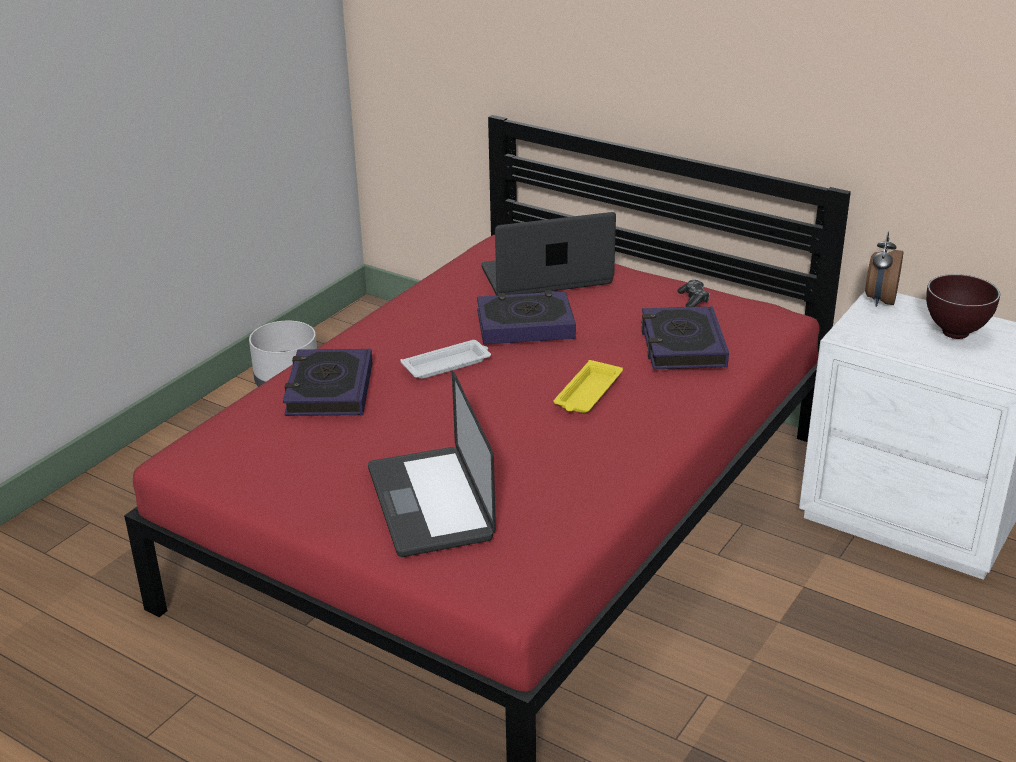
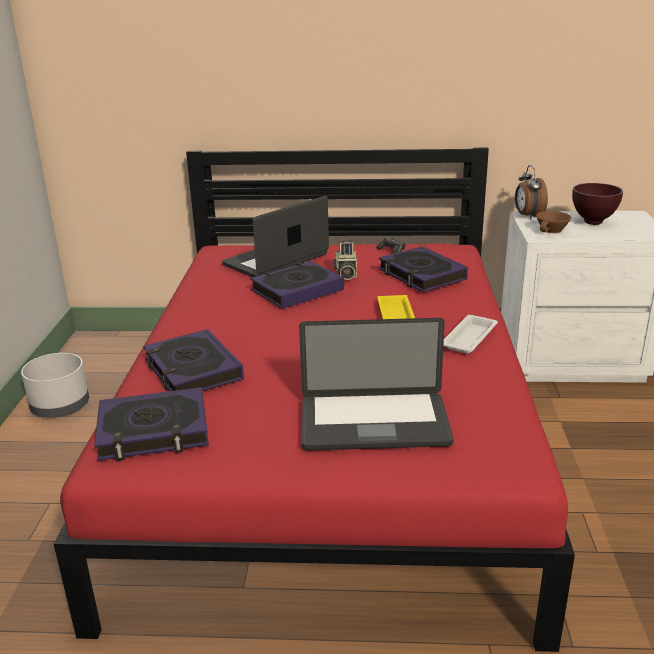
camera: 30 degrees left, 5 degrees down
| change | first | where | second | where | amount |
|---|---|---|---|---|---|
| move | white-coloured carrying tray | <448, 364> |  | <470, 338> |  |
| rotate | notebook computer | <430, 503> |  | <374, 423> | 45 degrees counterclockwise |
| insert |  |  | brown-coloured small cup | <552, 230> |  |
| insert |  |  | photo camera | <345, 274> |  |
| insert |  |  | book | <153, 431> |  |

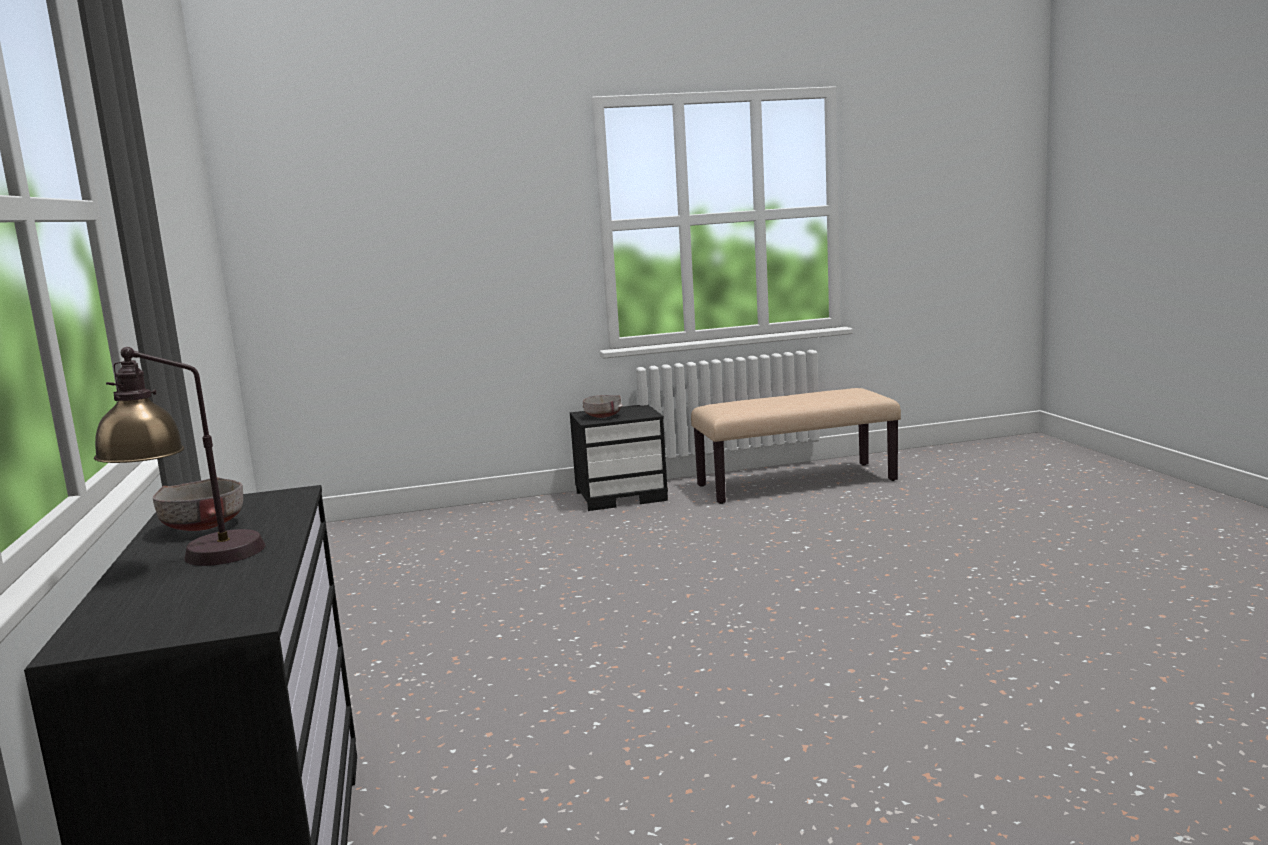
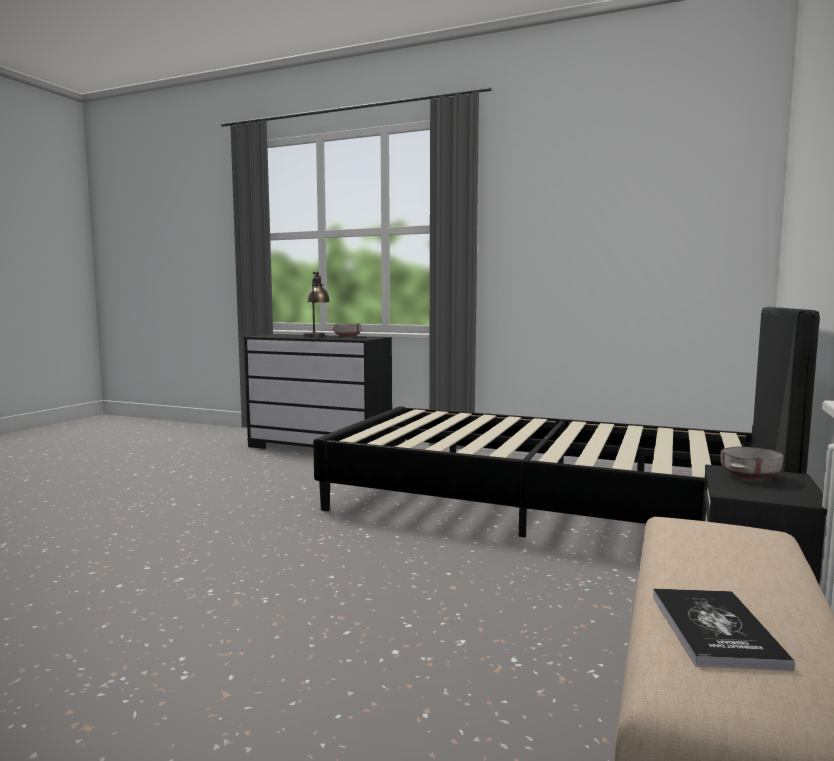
camera: 125 degrees right, 5 degrees down
| change | first | where | second | where | amount |
|---|---|---|---|---|---|
| insert |  |  | black-coloured bedroom bed | <543, 507> |  |
| insert |  |  | book | <715, 630> |  |

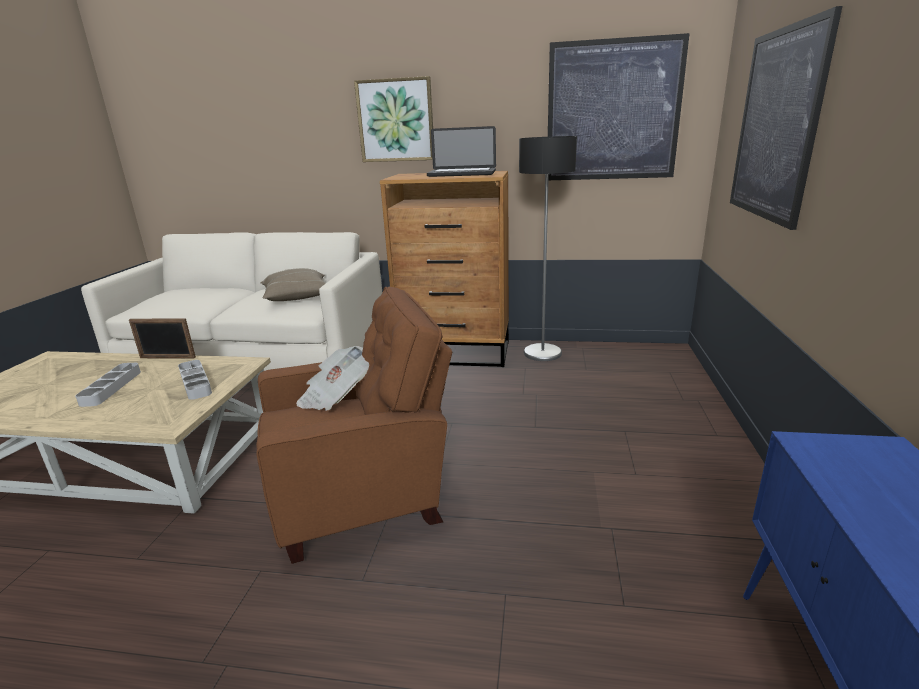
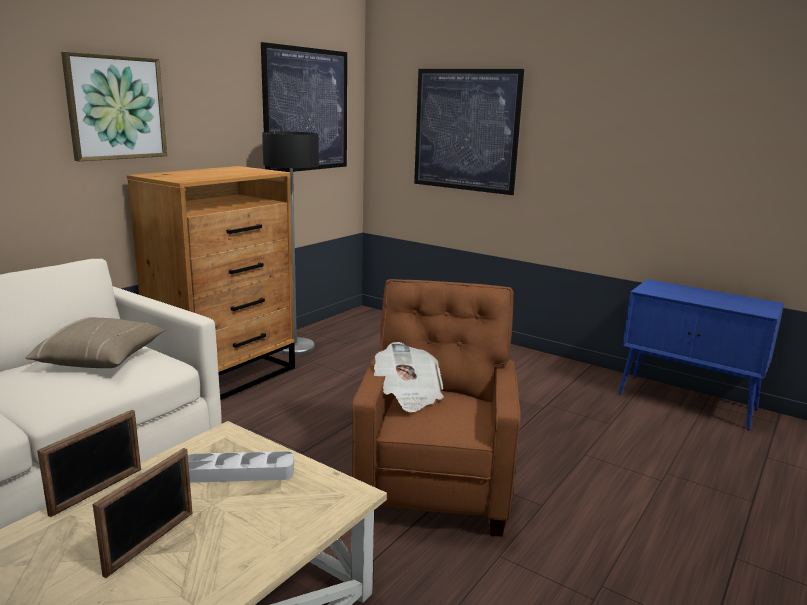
camera: 65 degrees left, 5 degrees down
| change | first | where | second | where | amount |
|---|---|---|---|---|---|
| delete | notebook computer | <462, 174> |  |  |  |
| replace | gray carrying tray | <111, 387> | picture frame | <151, 543> |  |

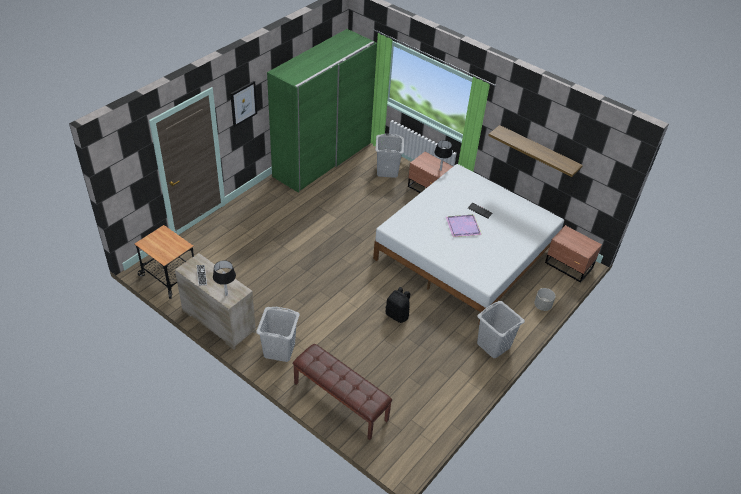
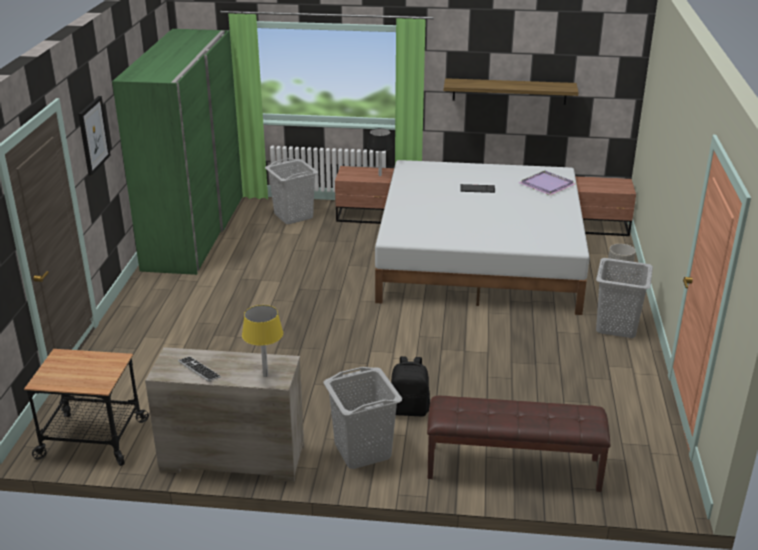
camera: 30 degrees left, 15 degrees down
| change | first | where | second | where | amount |
|---|---|---|---|---|---|
| move | purple-coloured carrying tray | <462, 227> |  | <547, 185> |  |
| recolor | black-coloured lamp for a table | <226, 294> | yellow-coloured lamp for a table | <265, 375> |  |
| move | black-coloured knapsack | <397, 315> |  | <409, 409> |  |

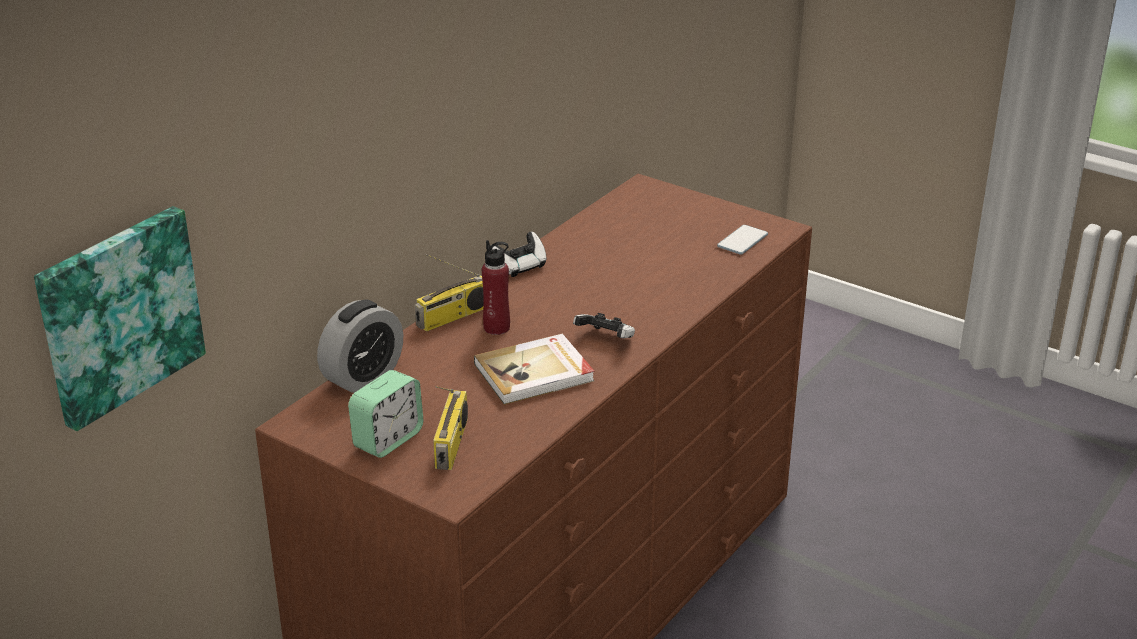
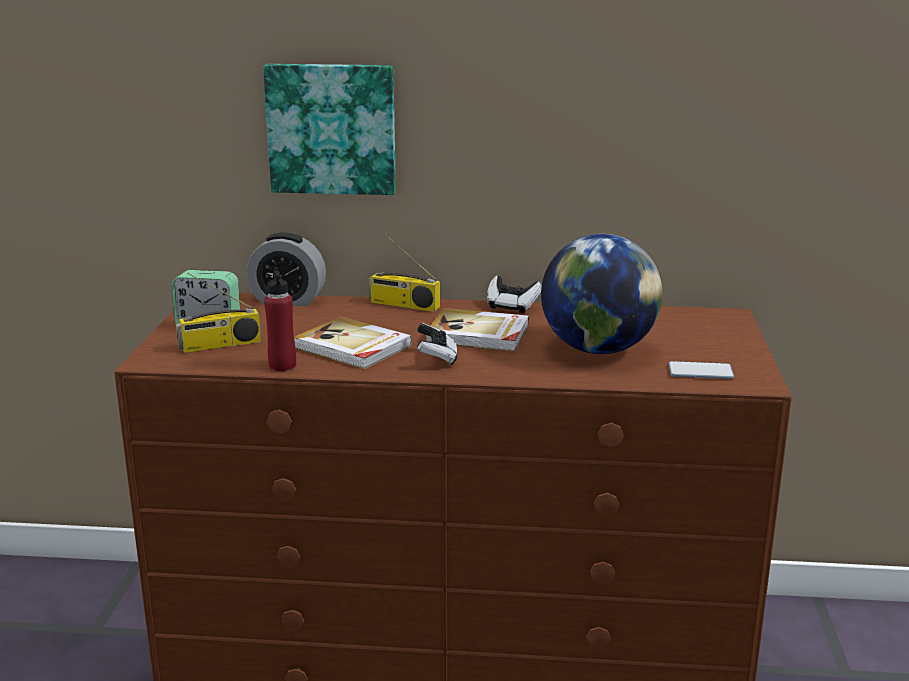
camera: 60 degrees right, 10 degrees down
| change | first | where | second | where | amount |
|---|---|---|---|---|---|
| move | wall art | <118, 314> |  | <332, 128> |  |
| move | red-coloured drink bottle | <497, 327> |  | <282, 366> |  |
| insert |  |  | world globe | <598, 349> |  |
| insert |  |  | book | <478, 334> |  |

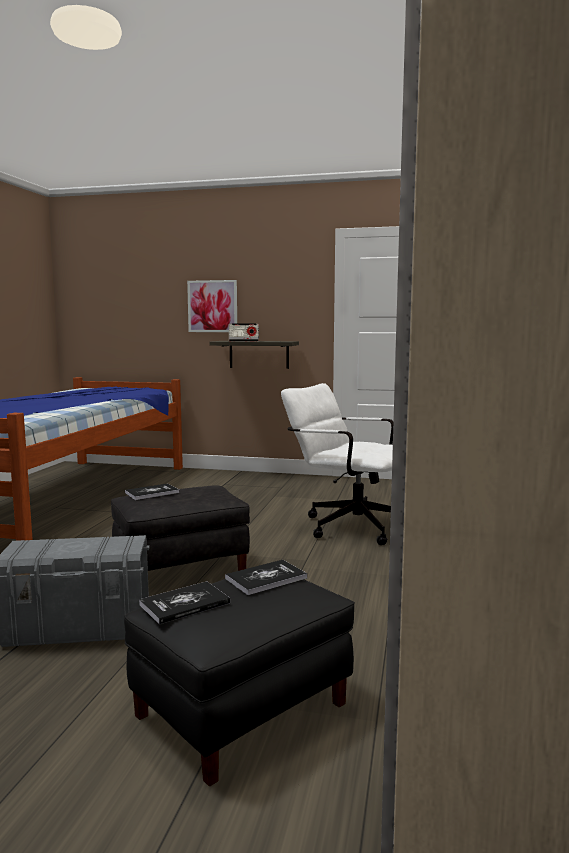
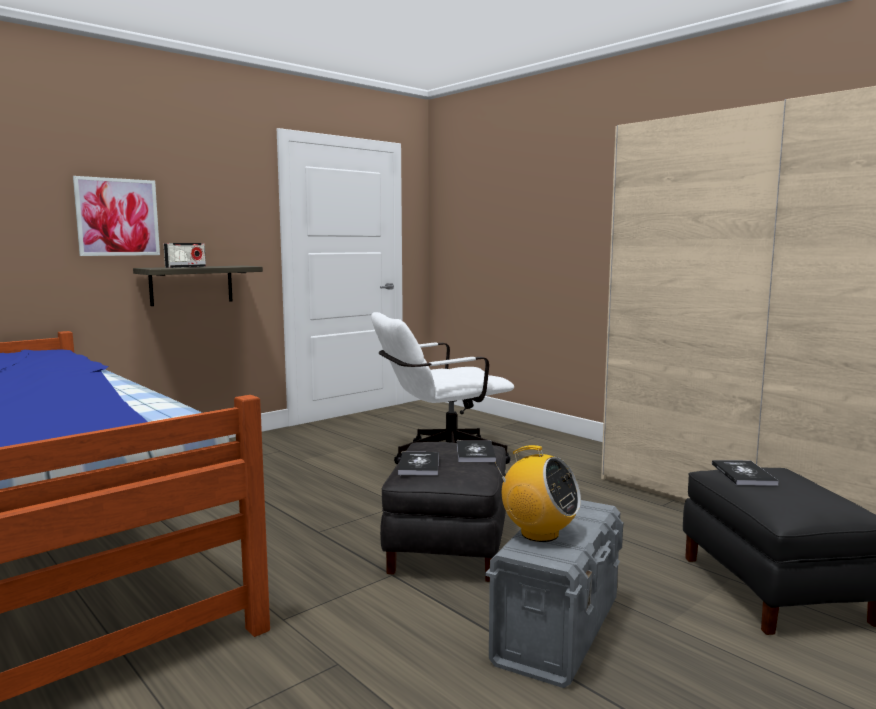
camera: 55 degrees left, 0 degrees up
| change | first | where | second | where | amount |
|---|---|---|---|---|---|
| move | book | <184, 604> |  | <475, 453> |  |
| insert |  |  | radio | <539, 533> |  |

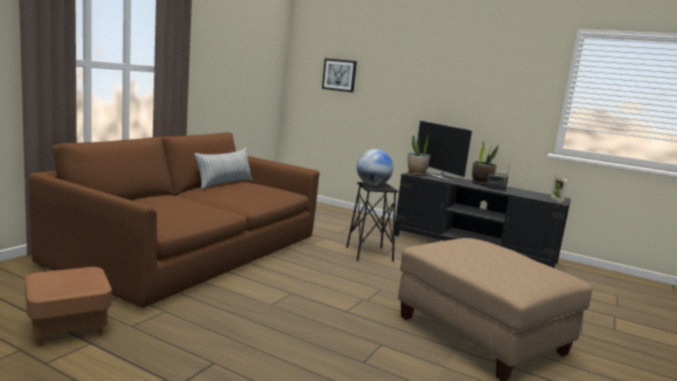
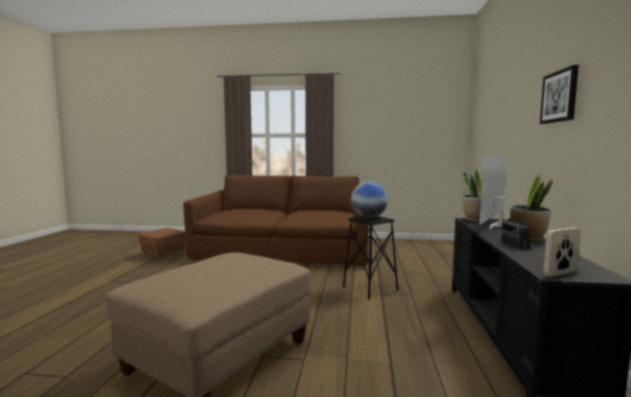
camera: 70 degrees right, 5 degrees down
| change | first | where | second | where | amount |
|---|---|---|---|---|---|
| move | wall art | <339, 75> |  | <560, 96> |  |
| delete | cushion | <224, 183> |  |  |  |

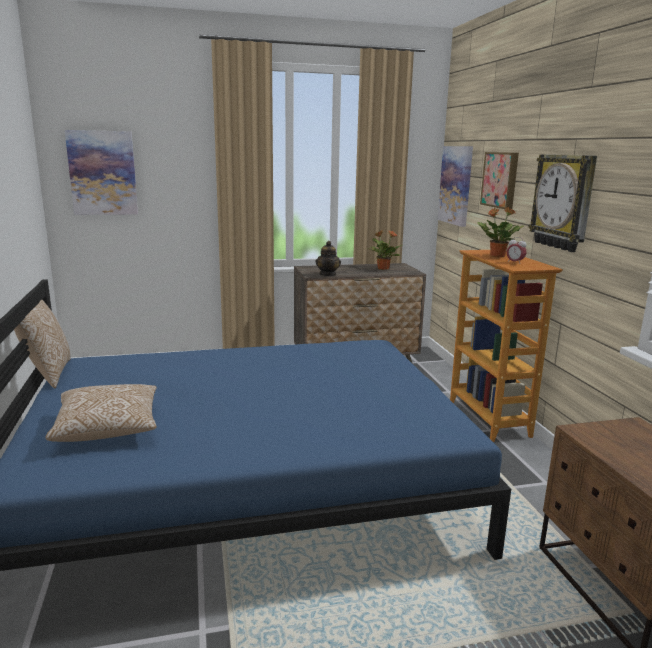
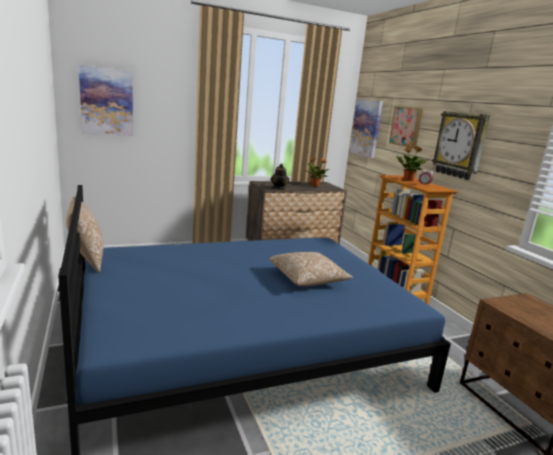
camera: 10 degrees left, 0 degrees up
| change | first | where | second | where | amount |
|---|---|---|---|---|---|
| move | cushion | <108, 428> |  | <308, 279> |  |

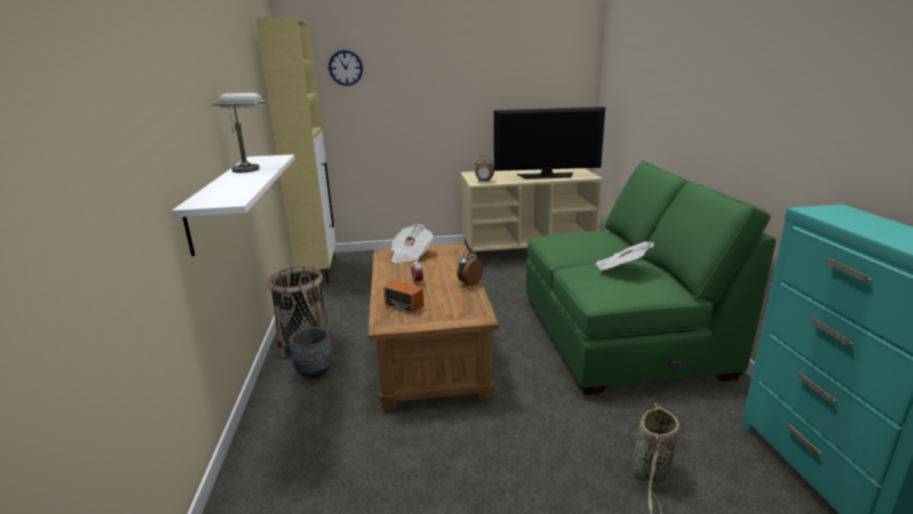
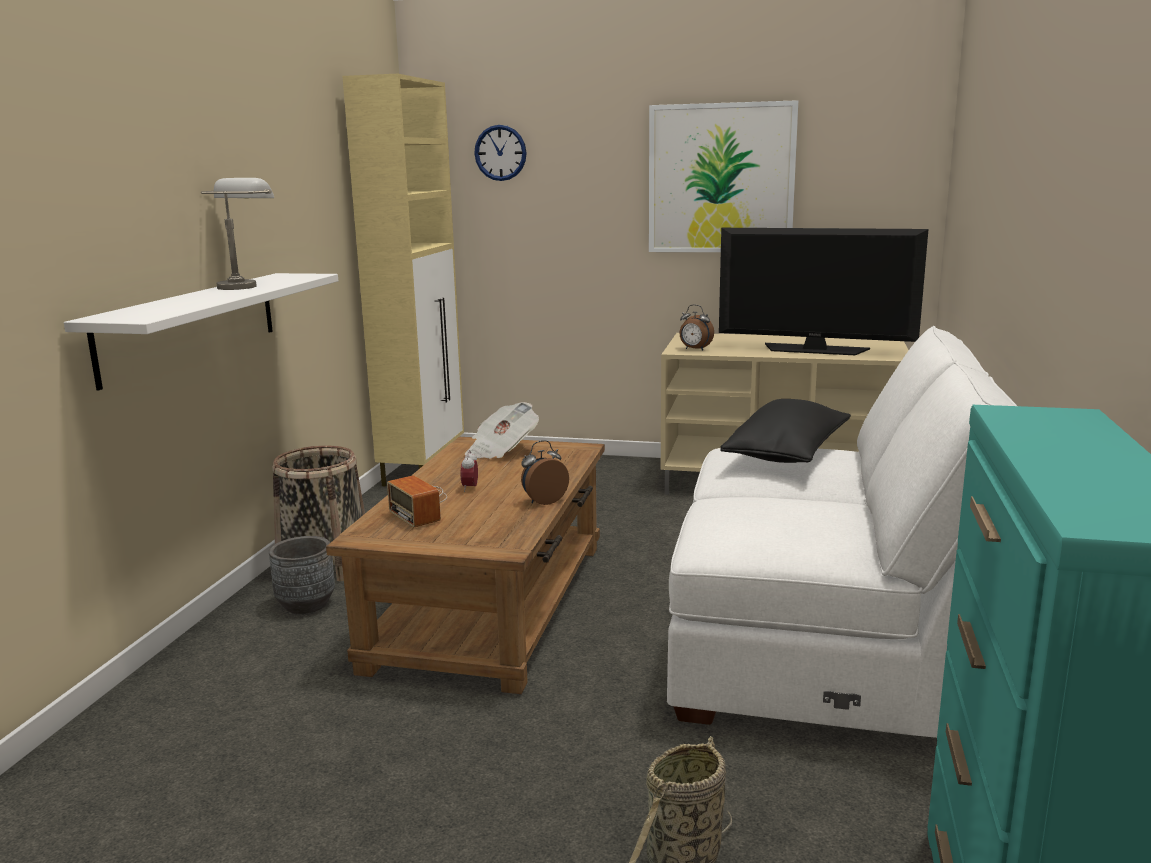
camera: 20 degrees right, 5 degrees down
| change | first | where | second | where | amount |
|---|---|---|---|---|---|
| recolor | greenish settee | <618, 334> | white-coloured settee | <824, 641> |  |
| delete | daily paper | <621, 269> |  |  |  |
| insert |  |  | wall art | <721, 179> |  |
| insert |  |  | black-coloured cushion | <787, 455> |  |

